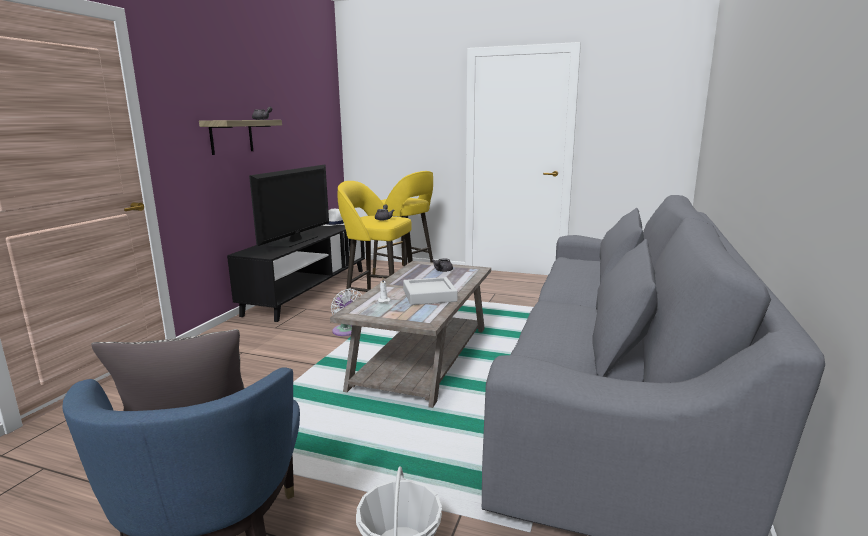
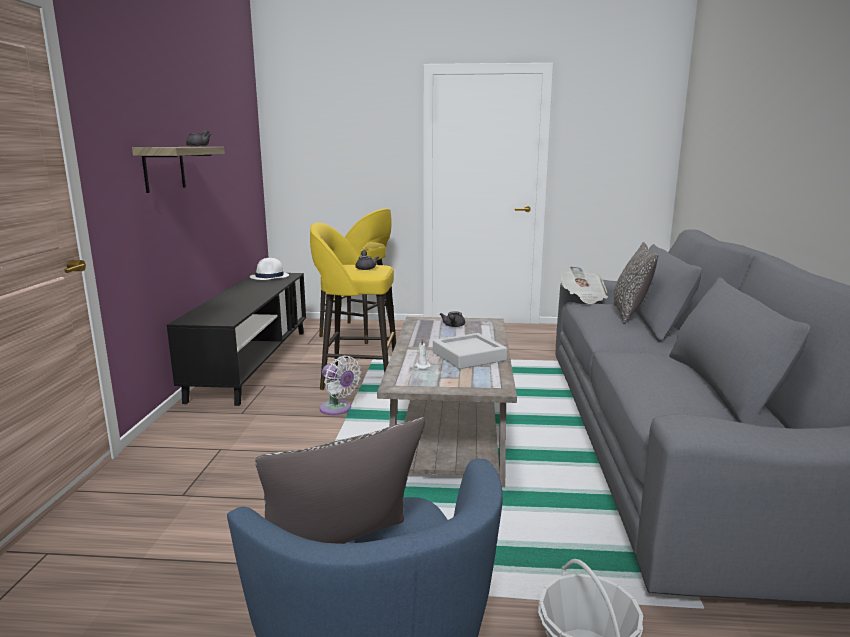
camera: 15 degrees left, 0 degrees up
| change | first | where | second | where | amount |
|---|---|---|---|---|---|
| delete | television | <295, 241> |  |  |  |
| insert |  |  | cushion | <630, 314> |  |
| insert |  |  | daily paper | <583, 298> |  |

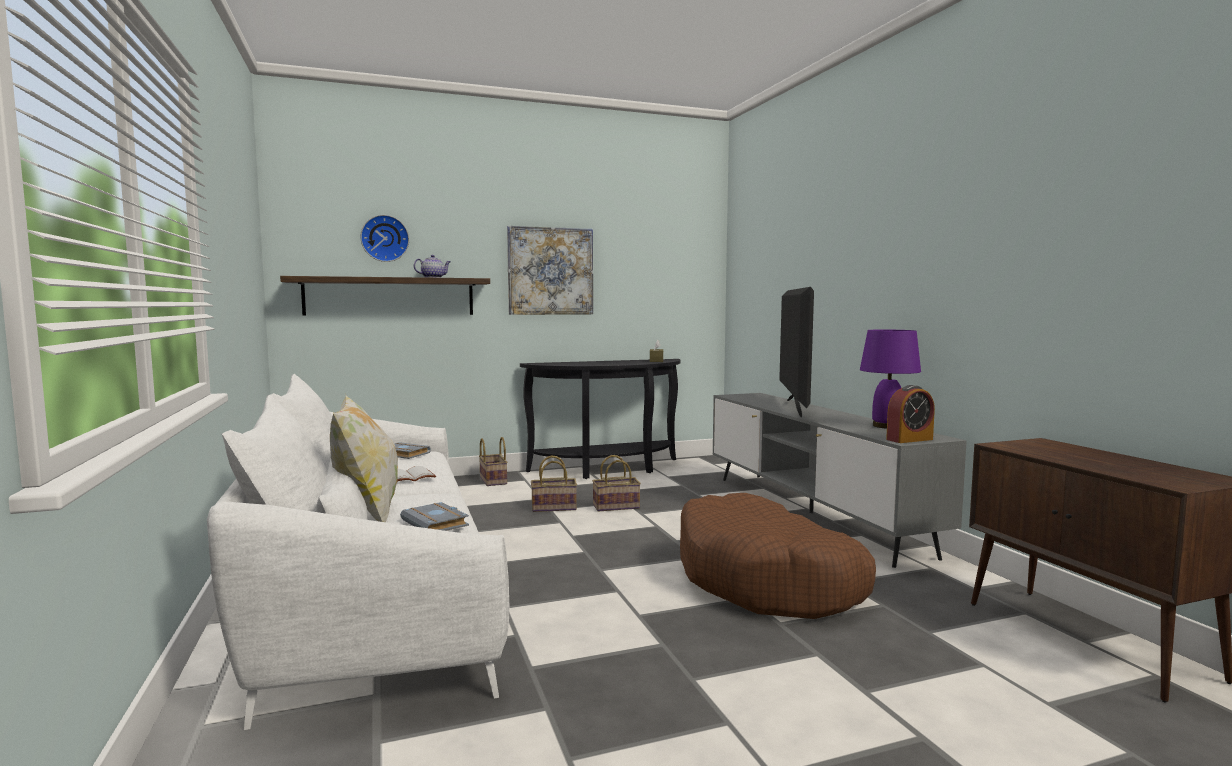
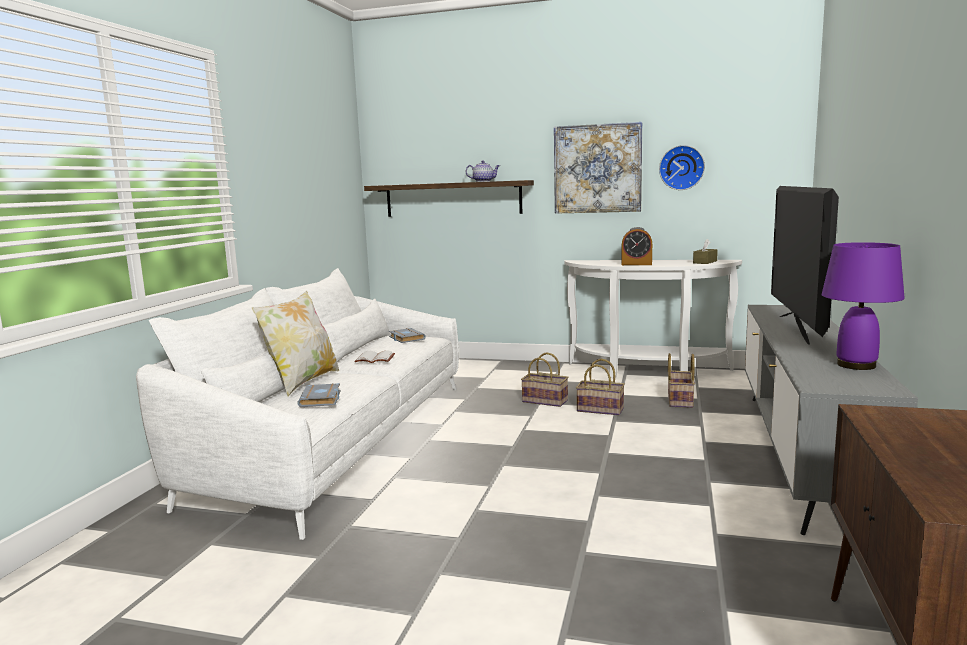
camera: 35 degrees right, 5 degrees up
| change | first | where | second | where | amount |
|---|---|---|---|---|---|
| move | clock on the wall | <385, 238> |  | <681, 167> |  |
| rotate | television | <792, 408> |  | <795, 329> | 150 degrees clockwise |
| recolor | black-coloured narrow table | <609, 470> | white-coloured narrow table | <647, 372> |  |
| move | alarm clock | <909, 439> |  | <636, 264> |  |
| move | storage basket | <492, 480> |  | <679, 400> |  |
| delete | brown-coloured pet bed | <767, 580> |  |  |  |

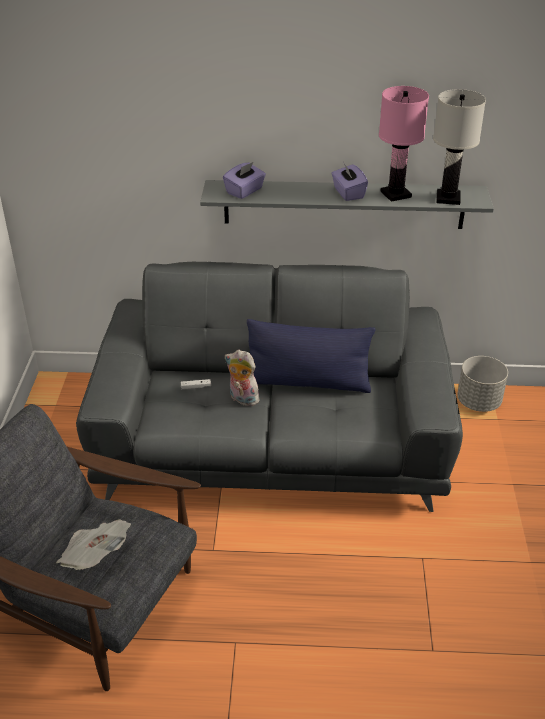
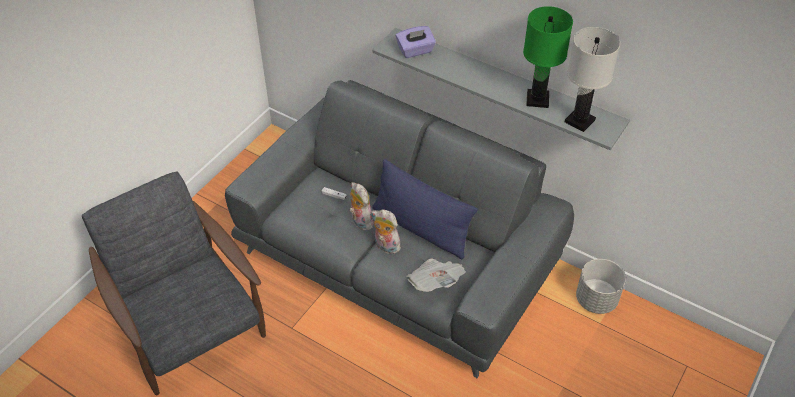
camera: 30 degrees right, 10 degrees up
| change | first | where | second | where | amount |
|---|---|---|---|---|---|
| recolor | pink lamp for a table | <396, 194> | greenish lamp for a table | <538, 99> |  |
| delete | purple-coloured tissue holder | <348, 193> |  |  |  |
| move | daily paper | <95, 556> |  | <435, 283> |  |
| insert |  |  | cuddly toy | <385, 246> |  |

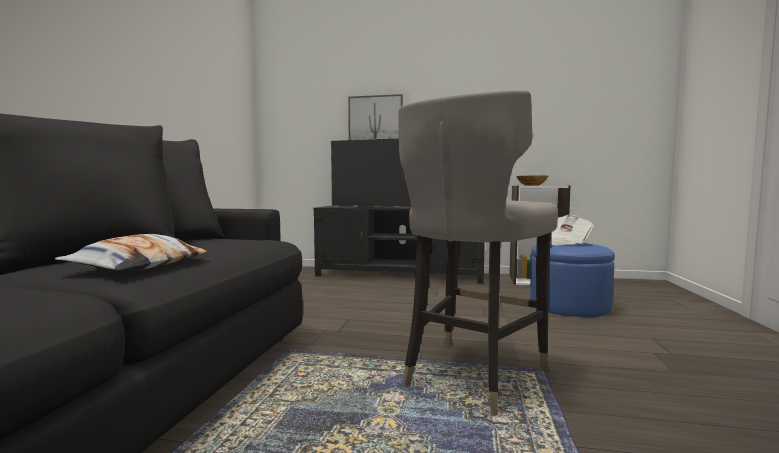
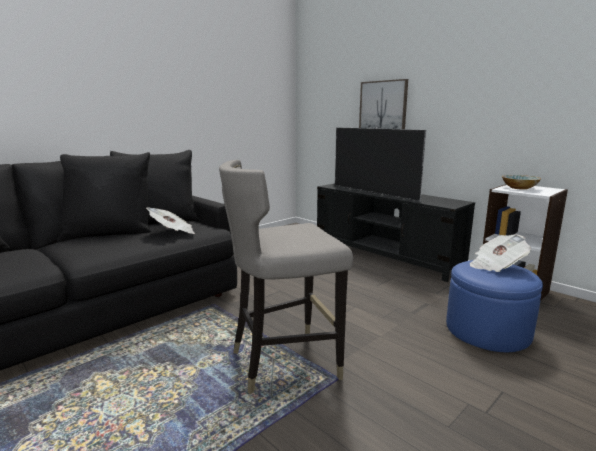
camera: 35 degrees right, 10 degrees up
| change | first | where | second | where | amount |
|---|---|---|---|---|---|
| delete | cushion | <141, 265> |  |  |  |
| insert |  |  | daily paper | <173, 232> |  |

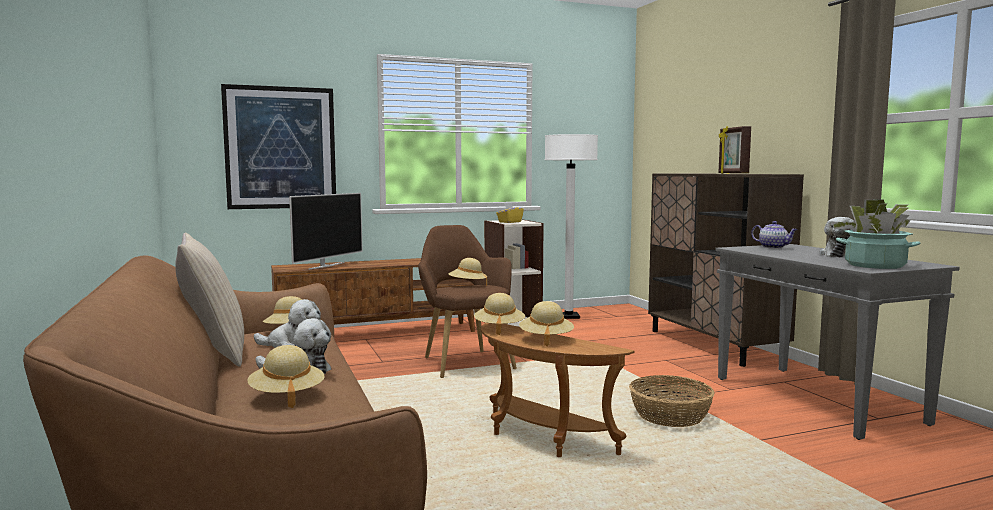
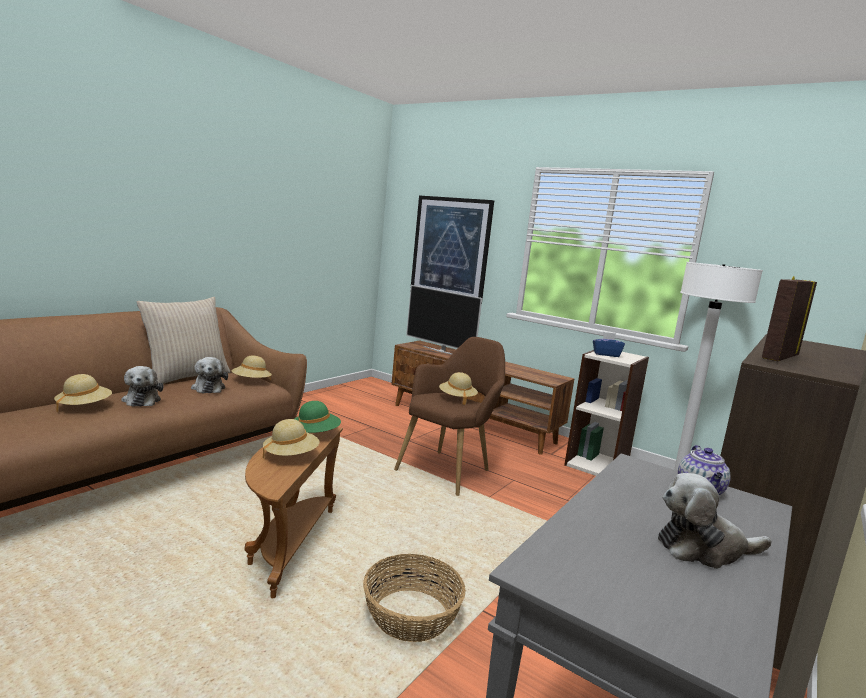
camera: 55 degrees right, 5 degrees up
| change | first | where | second | where | amount |
|---|---|---|---|---|---|
| rotate | television | <326, 266> |  | <440, 351> | 45 degrees clockwise |
| delete | houseplant | <875, 265> |  |  |  |
| recolor | yellow-coloured tissue holder | <509, 222> | blue-coloured tissue holder | <606, 354> |  |
| recolor | sand-coloured wearable hat | <499, 328> | greenish wearable hat | <315, 434> |  |

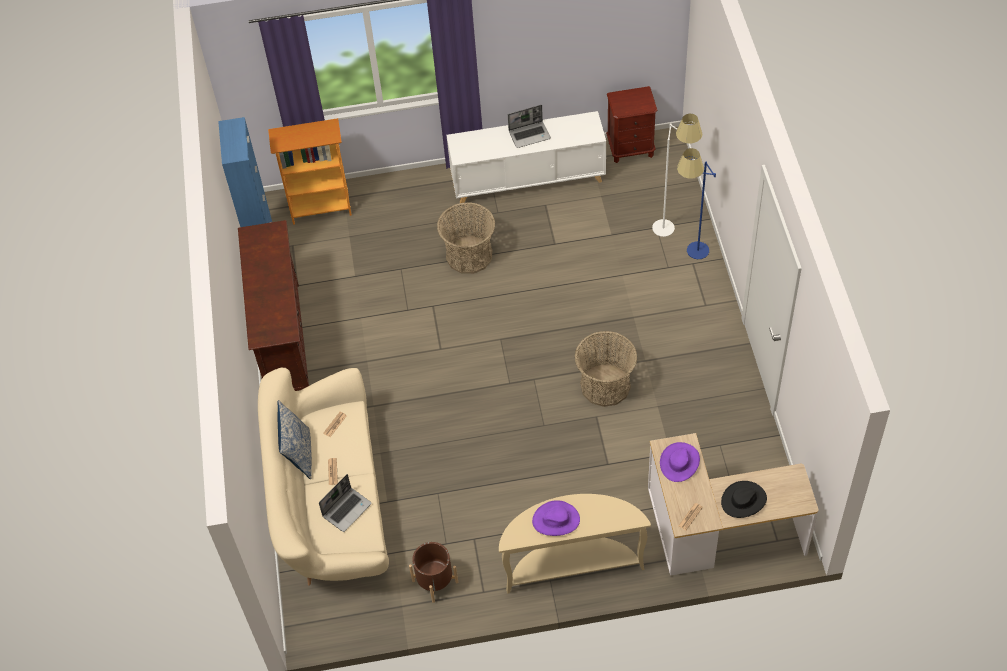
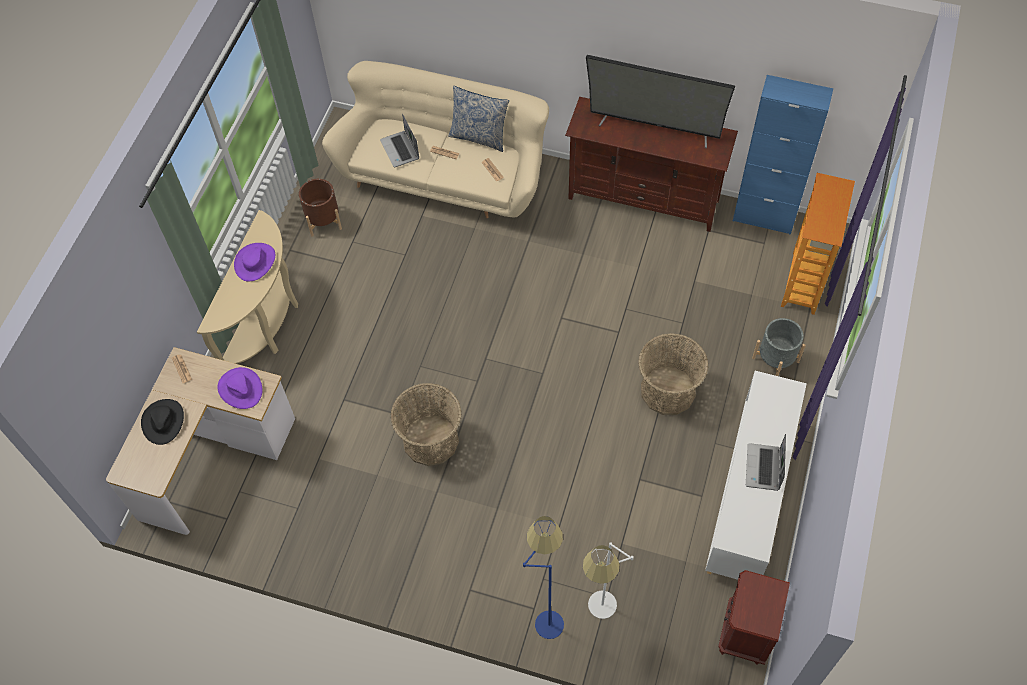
camera: 115 degrees right, 5 degrees up
| change | first | where | second | where | amount |
|---|---|---|---|---|---|
| insert |  |  | television | <654, 127> |  |
| insert |  |  | gray flower pot | <775, 360> |  |

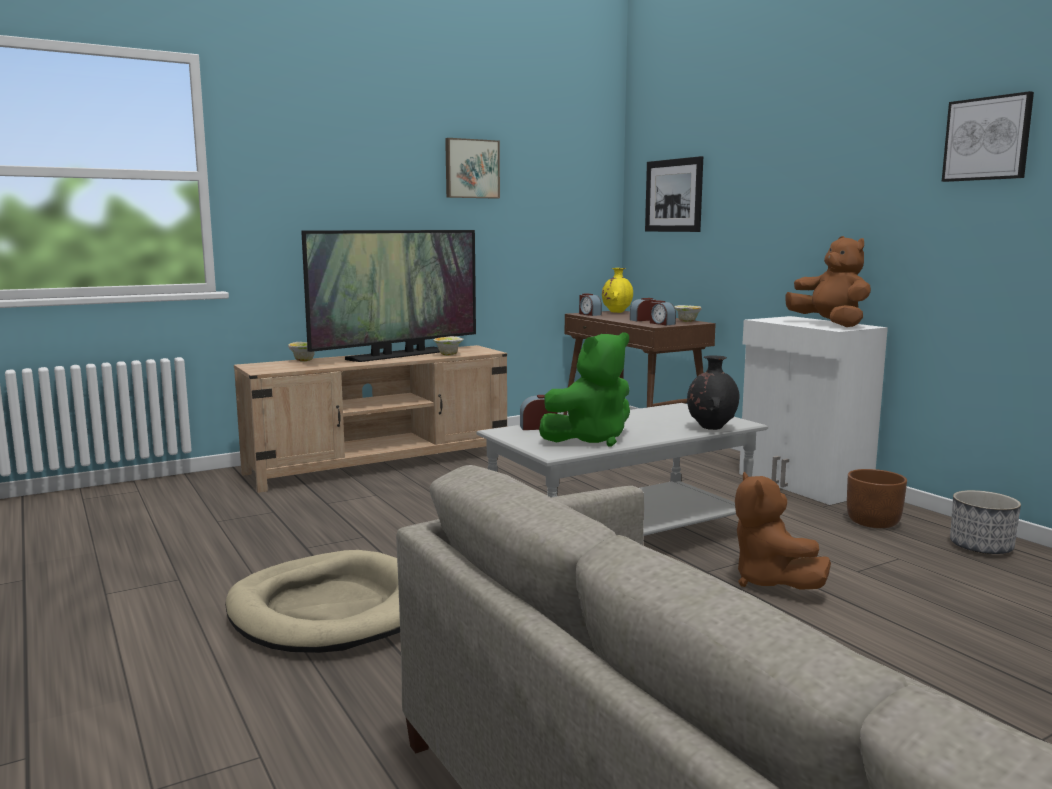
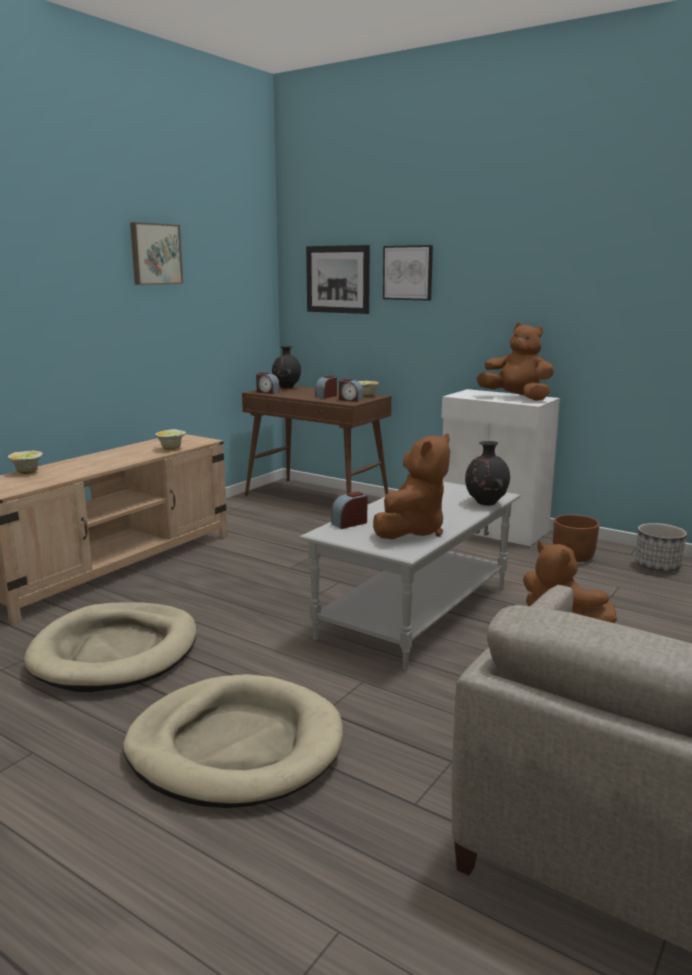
camera: 25 degrees left, 5 degrees up
| change | first | where | second | where | amount |
|---|---|---|---|---|---|
| move | wall art | <987, 139> |  | <408, 273> |  |
| delete | television | <396, 355> |  |  |  |
| recolor | yellow-coloured decorative vase | <617, 312> | black-coloured decorative vase | <286, 388> |  |
| recolor | greenish cuddly toy | <590, 439> | brown-coloured cuddly toy | <412, 531> |  |
| insert |  |  | sand-coloured pet bed | <116, 652> |  |

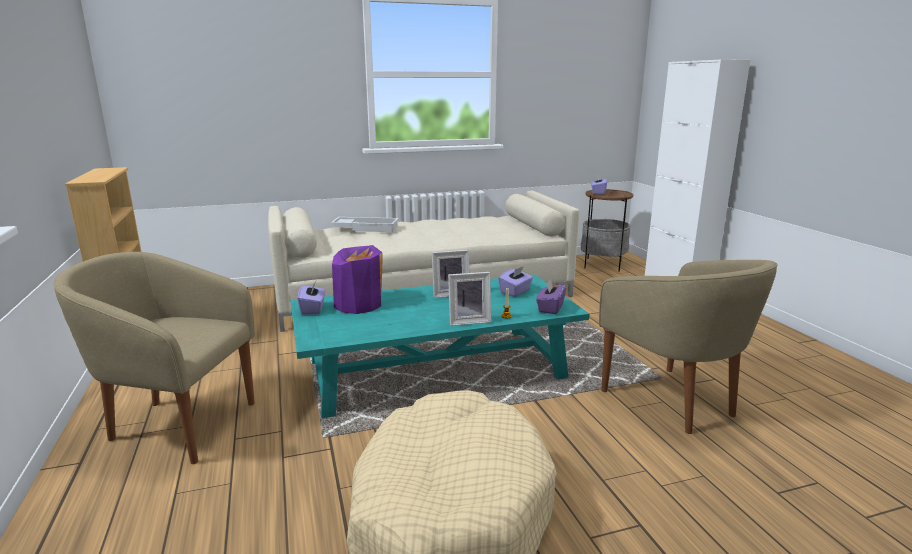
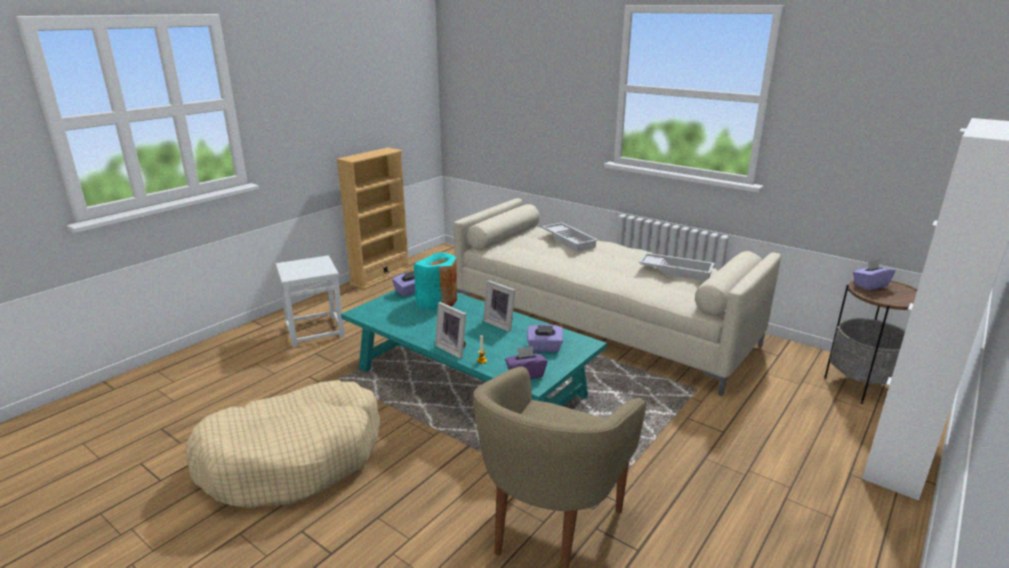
camera: 55 degrees right, 5 degrees up
| change | first | where | second | where | amount |
|---|---|---|---|---|---|
| recolor | purple-coloured decorative vase | <359, 304> | blue-green decorative vase | <437, 301> |  |
| replace | sand-coloured lounge chair | <177, 425> | white-coloured sitting stool | <315, 331> |  |
| insert |  |  | white-coloured carrying tray | <676, 271> |  |

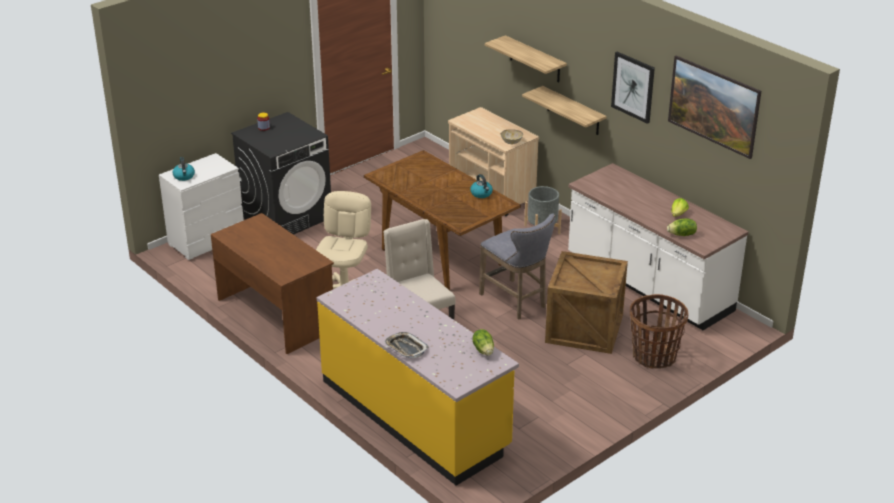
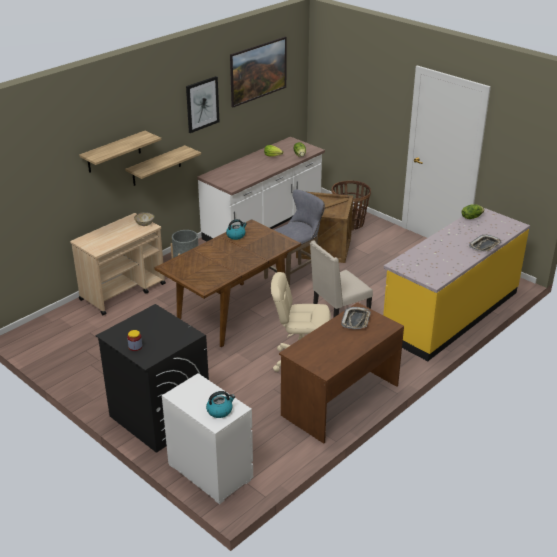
camera: 95 degrees left, 0 degrees up
| change | first | where | second | where | amount |
|---|---|---|---|---|---|
| insert |  |  | carrying tray | <356, 320> |  |

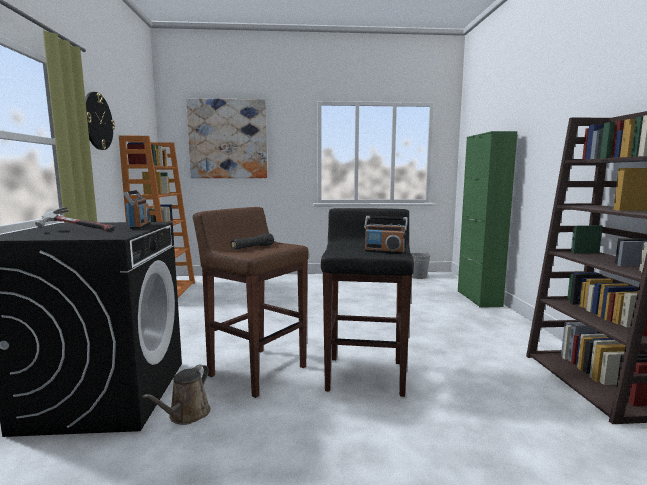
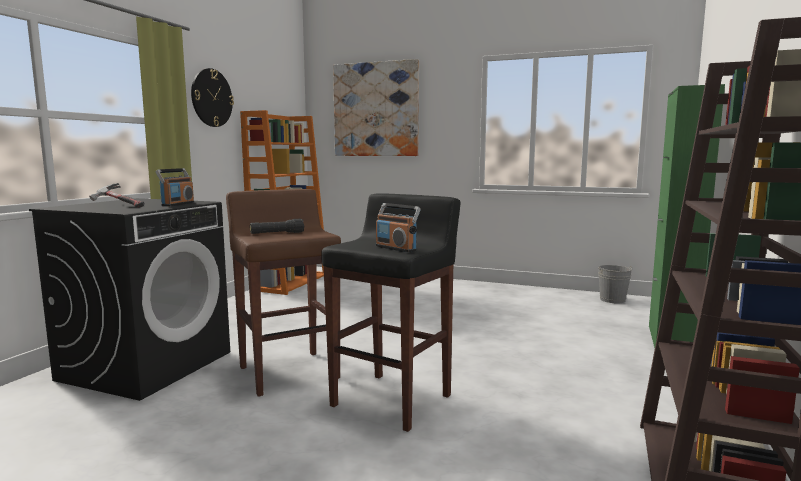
camera: 25 degrees right, 0 degrees up
| change | first | where | second | where | amount |
|---|---|---|---|---|---|
| delete | brown-coloured sprinkling can | <187, 415> |  |  |  |

